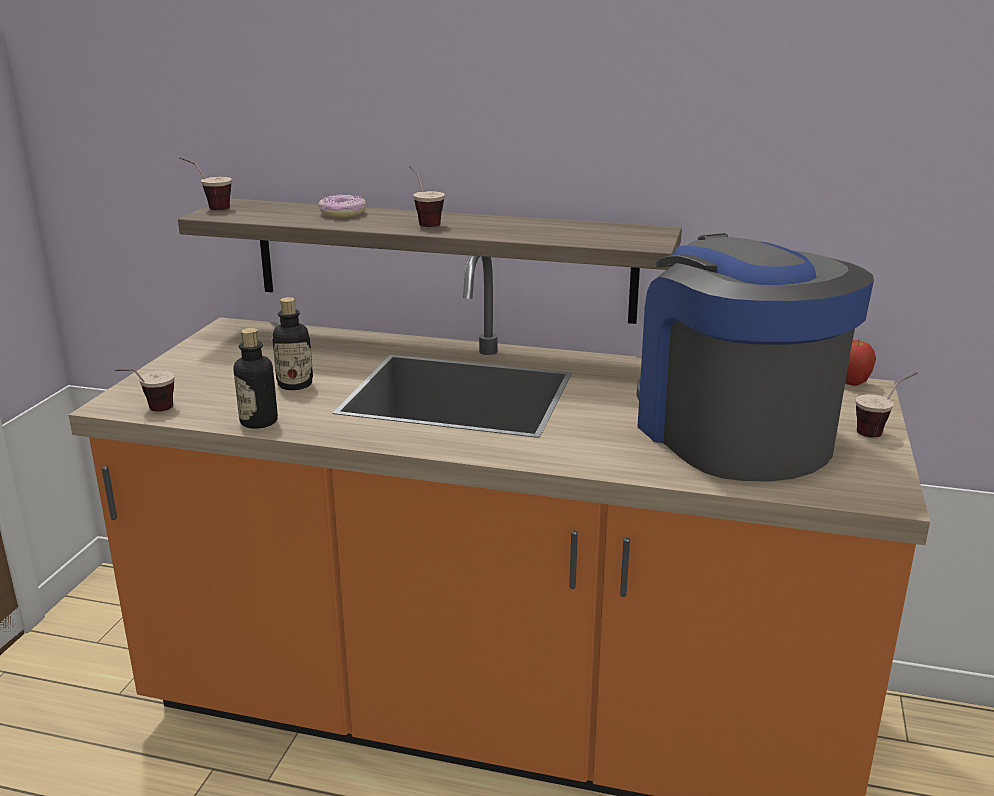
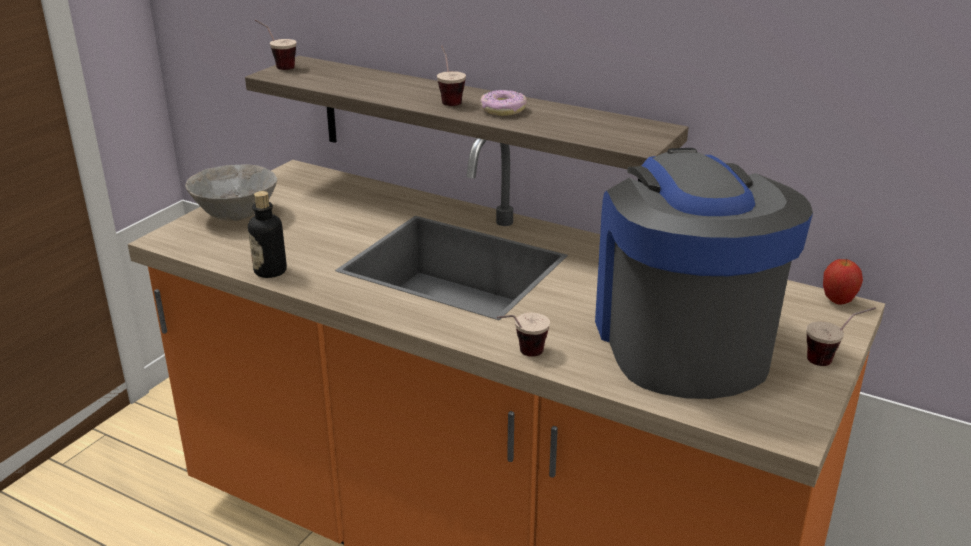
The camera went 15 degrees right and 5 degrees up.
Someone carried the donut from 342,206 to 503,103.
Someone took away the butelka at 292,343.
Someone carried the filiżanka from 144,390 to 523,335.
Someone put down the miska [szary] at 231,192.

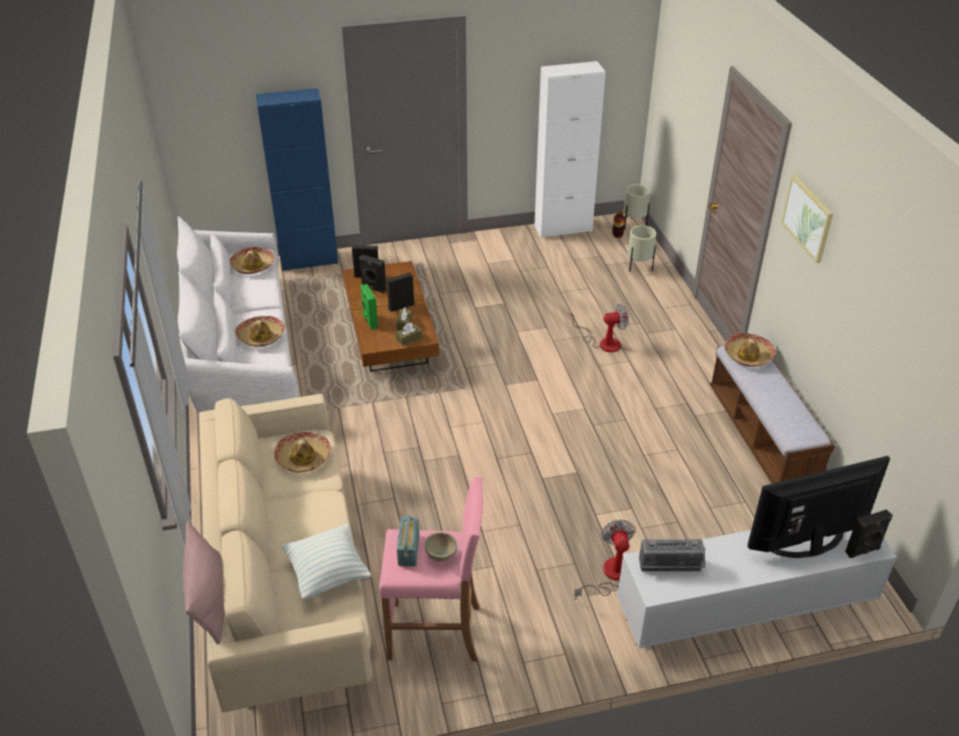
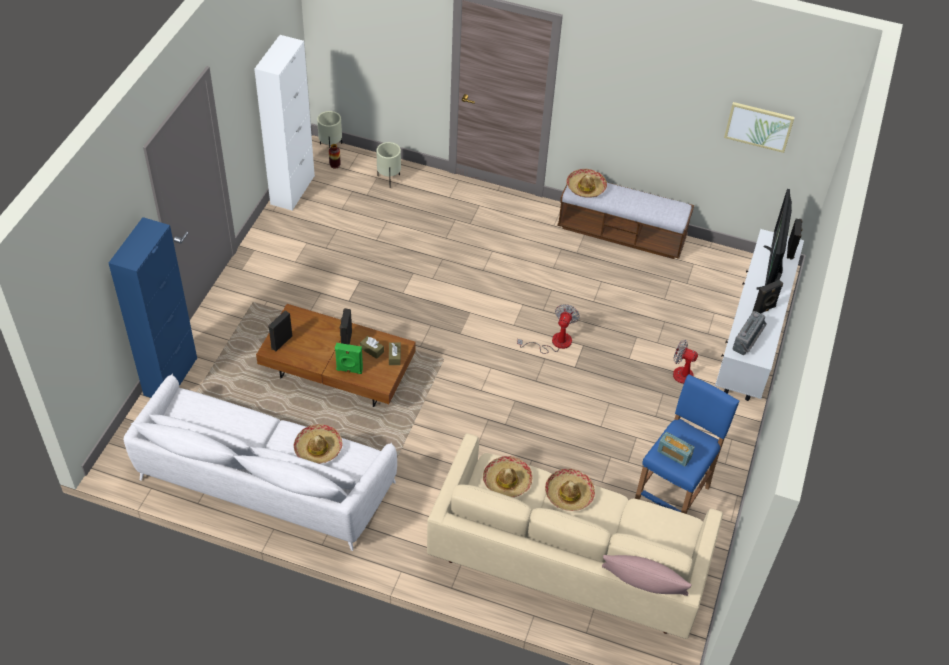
The camera went 60 degrees left and 10 degrees up.
Someone carried the obraz from 807,219 to 759,127.
Someone carried the kapelusz from 252,260 to 570,490.
Someone carried the głośnik [czarny] from 372,273 to 768,297.
Someone carried the wentylator from 599,328 to 548,329.
Someone repainted the stołek [różowy] at 431,569, which became the stołek [niebieski] at 687,444.
Someone took away the poduszka at 326,561.
Someone took away the miska [beżowy] at 441,547.

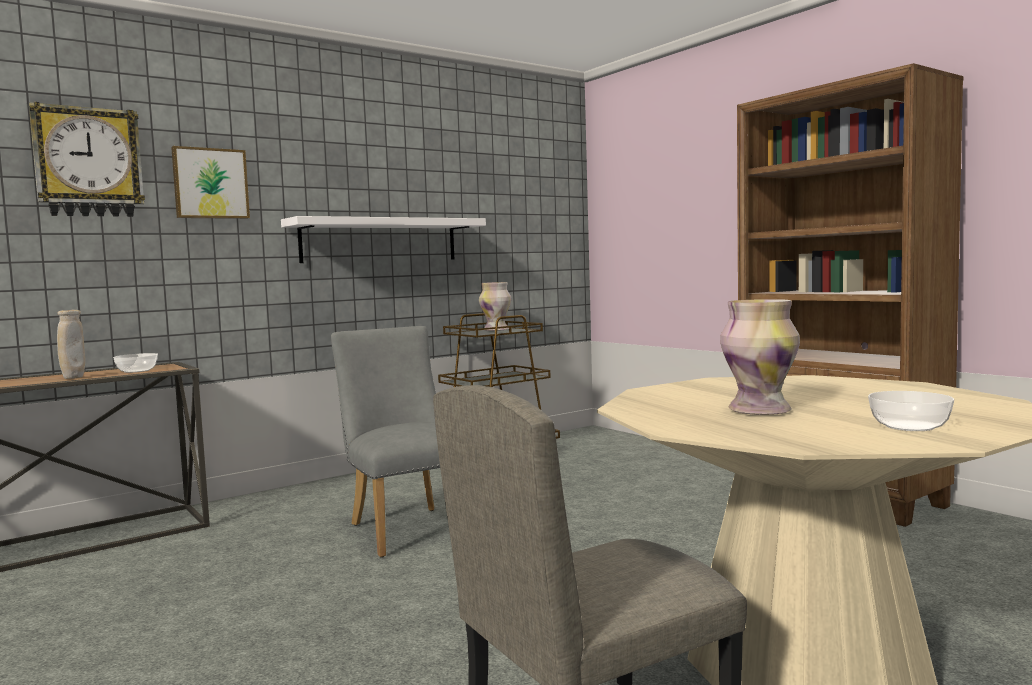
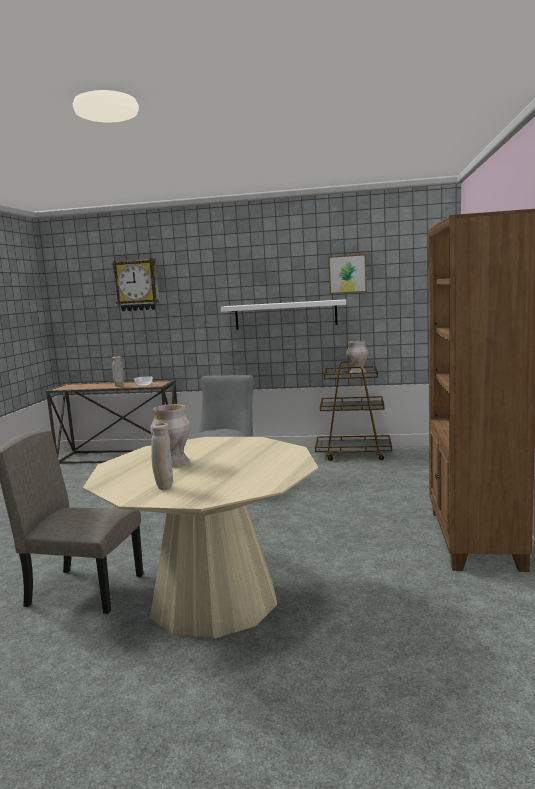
The camera went 45 degrees right and 5 degrees up.
Someone carried the obraz from 210,182 to 347,274.
Someone swapped the miska at 911,411 for the wazon [beżowy] at 162,456.

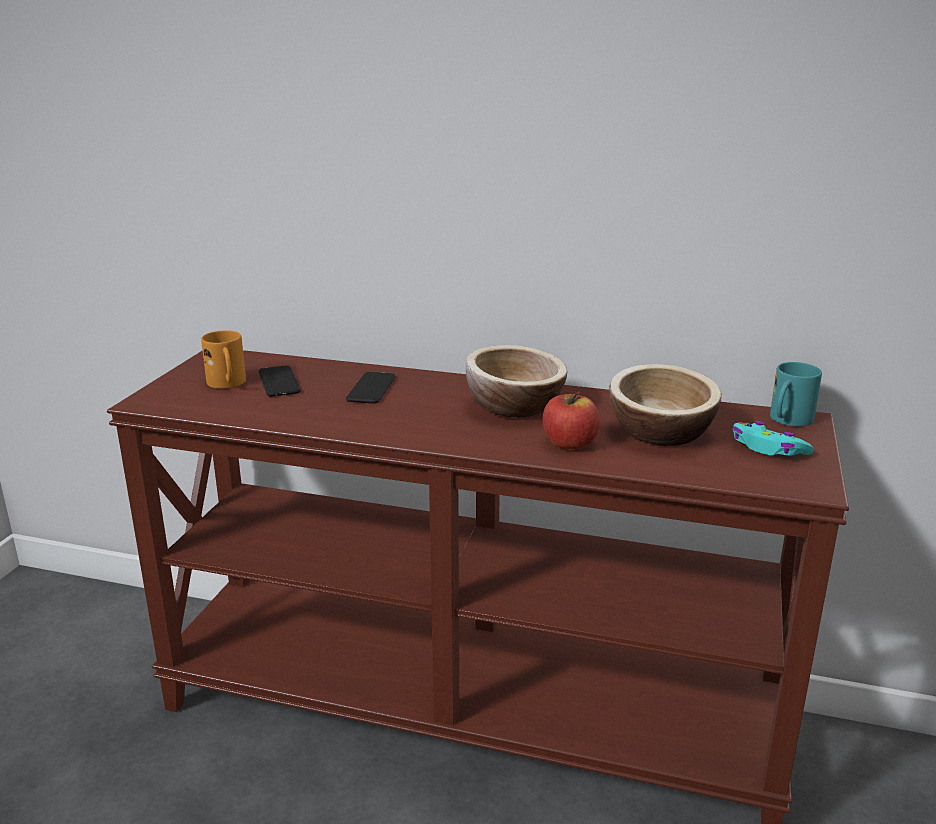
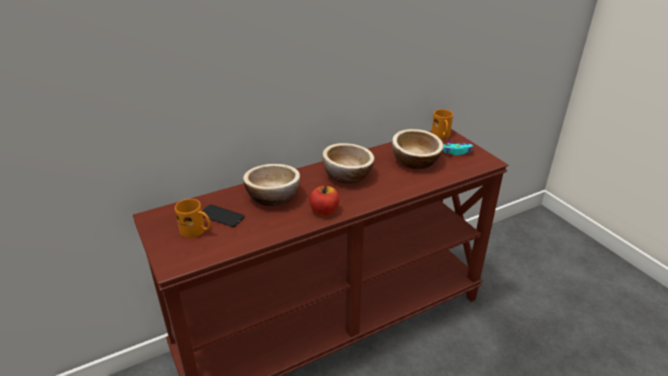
The camera went 45 degrees left and 10 degrees up.
Someone repainted the kubek [turkusowy] at 796,394, which became the kubek [pomarańczowy] at 442,123.
Someone swapped the telefon at 371,388 for the miska at 271,185.
Someone carried the jabłko from 571,420 to 324,200.

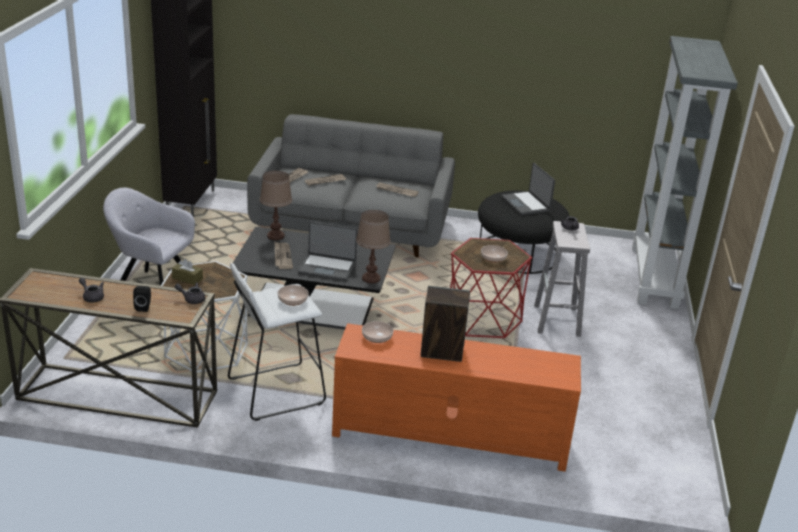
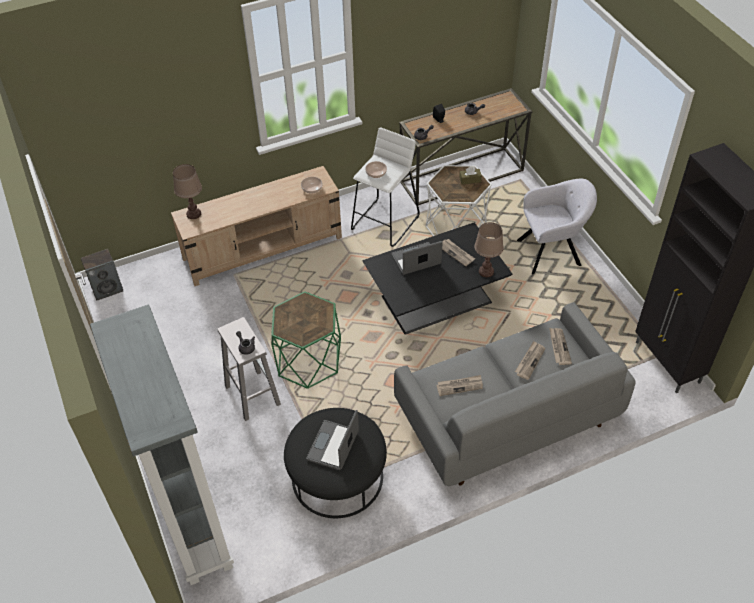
The camera went 150 degrees right and 20 degrees up.
Someone rotated the laptop at 528,189 by 105 degrees counterclockwise.
Someone carried the lampa stołowa [brązowy] from 373,246 to 187,191.
Someone repainted the stolik [czerwony] at 491,288, which became the stolik [zielony] at 306,340.
Someone took away the miska at 494,254.
Someone carried the głośnik from 445,324 to 102,274.
Someone repainted the szafka pod telewizor [pomarańczowy] at 456,397, which became the szafka pod telewizor [beżowy] at 256,226.

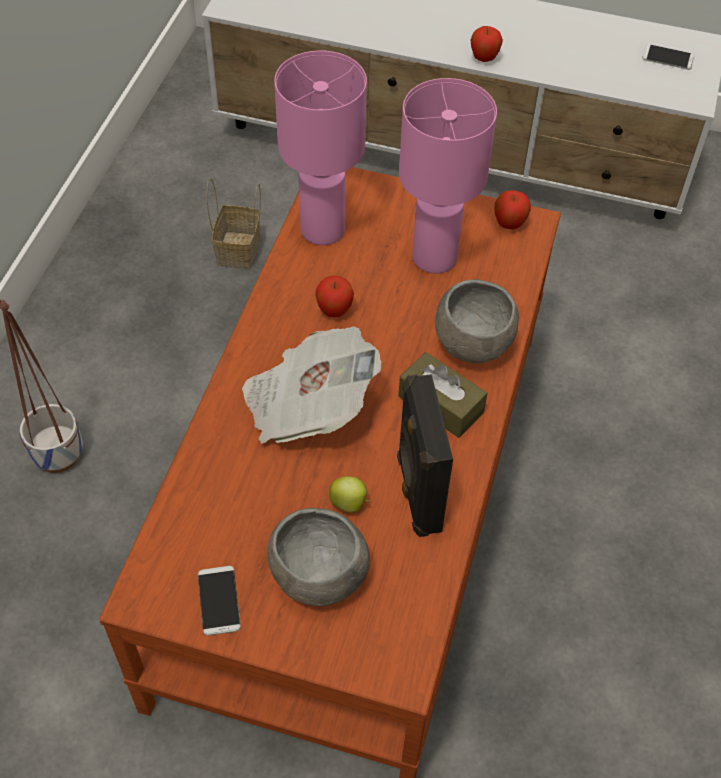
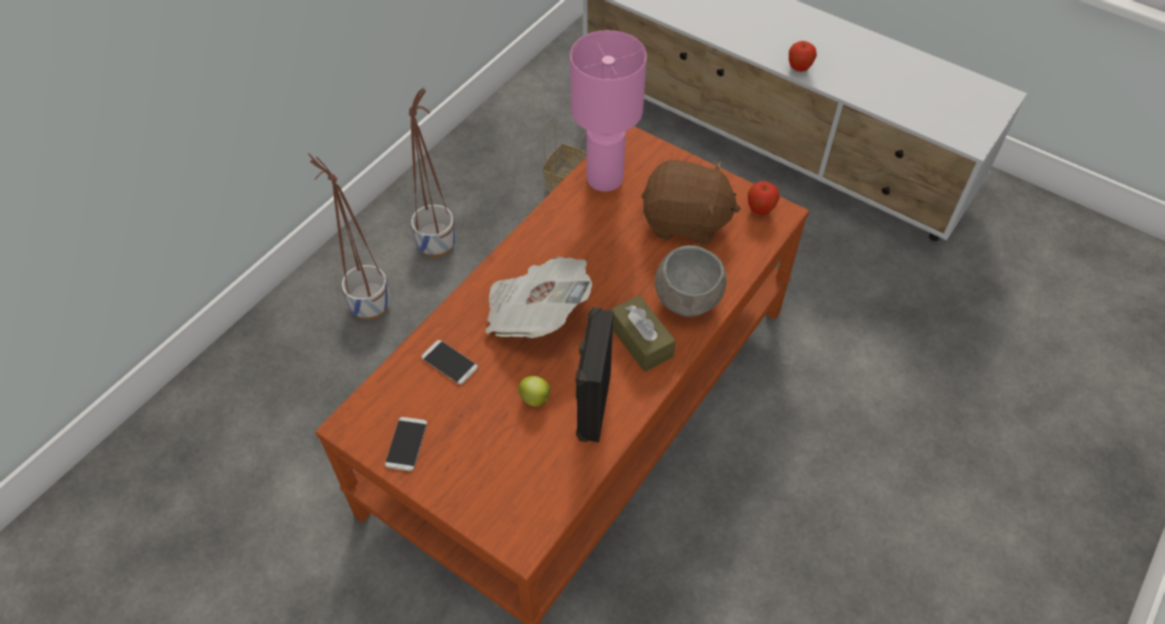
The camera went 20 degrees right and 0 degrees up.
Someone carried the telefon from 668,57 to 450,362.
Someone swapped the lampa stołowa [różowy] at 448,176 for the pluszak [brązowy] at 691,202.
Someone took away the jabłko at 334,296.
Someone took away the miska [szary] at 318,557.
Someone put down the donica at 432,172.

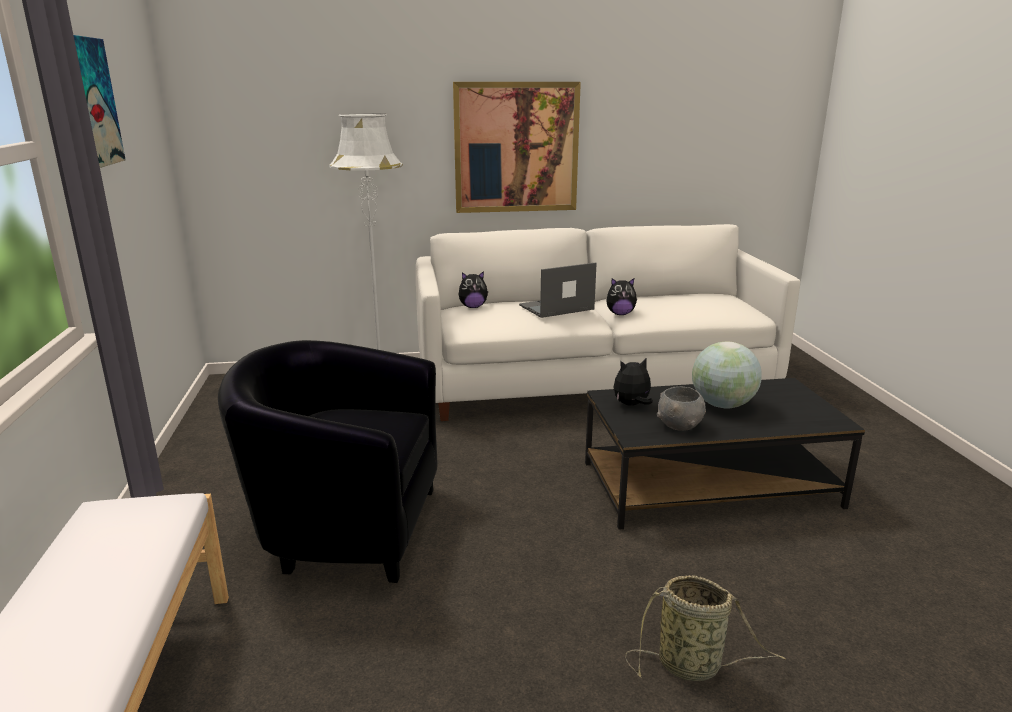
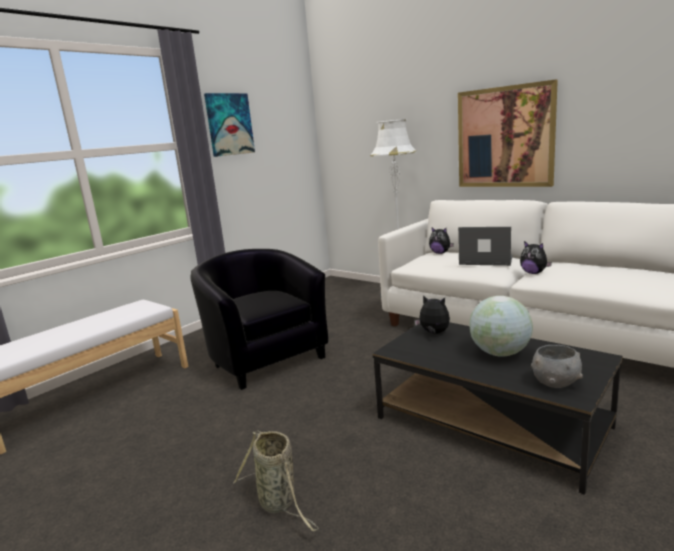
The camera went 50 degrees right and 5 degrees down.
Someone carried the miska [szary] from 681,408 to 557,366.

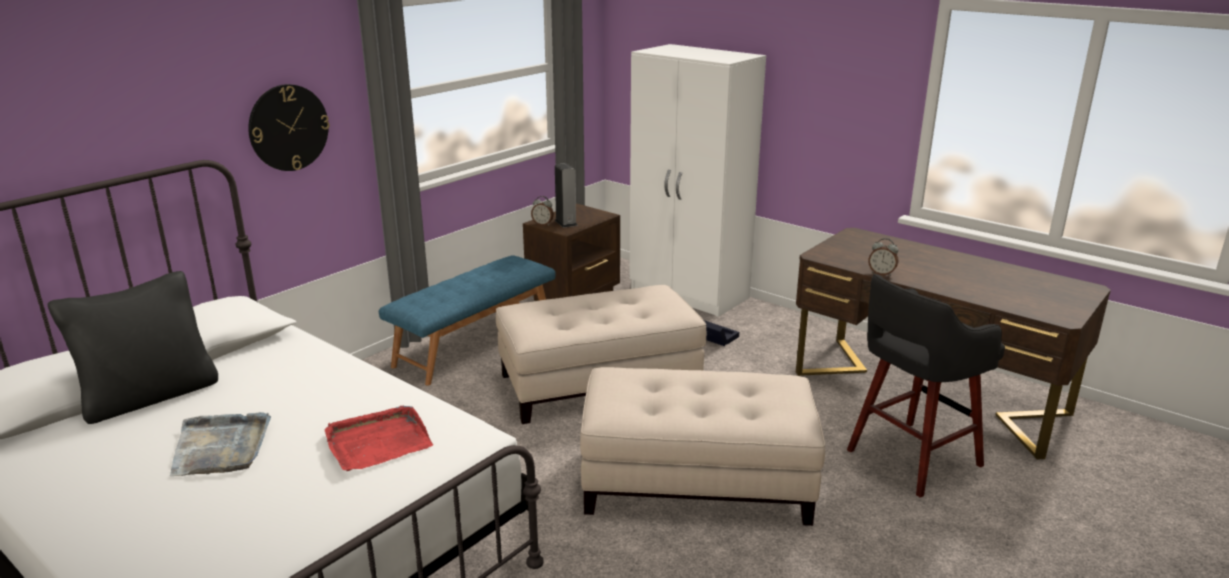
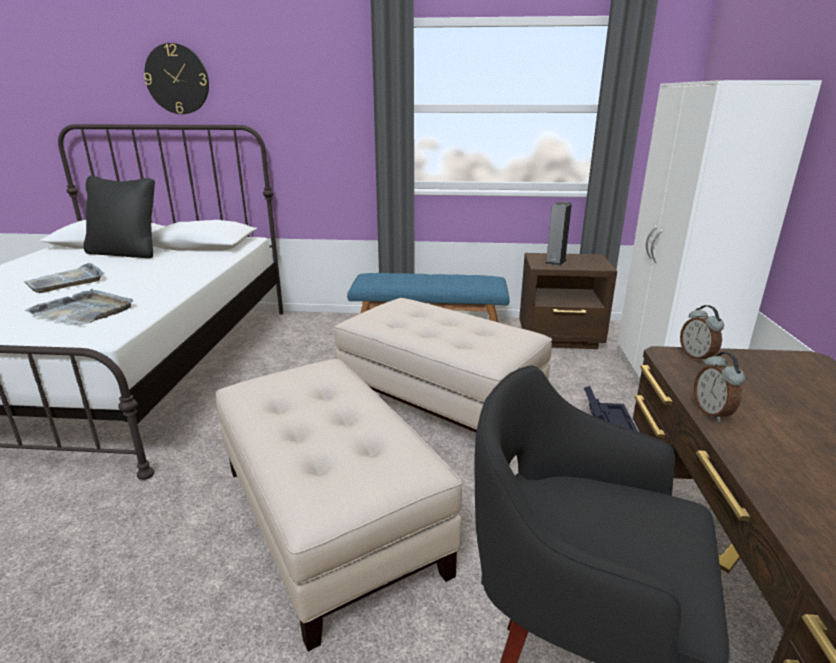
The camera went 55 degrees right and 0 degrees up.
Someone carried the zegar ścienny from 289,127 to 176,78.
Someone carried the budzik from 542,211 to 702,334.
Someone repainted the taca [czerwony] at 379,438, which became the taca [szary] at 79,307.

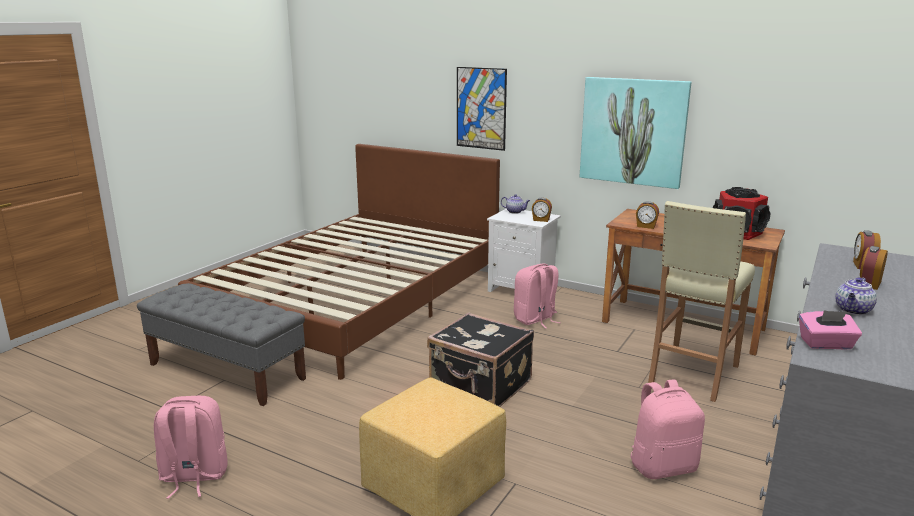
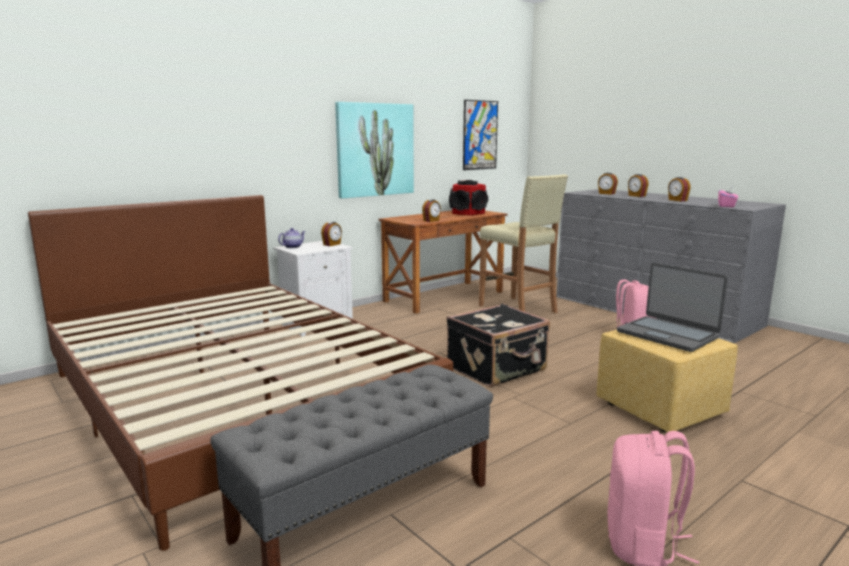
The camera went 70 degrees left and 5 degrees down.
Someone carried the obraz from 482,109 to 480,135.
Someone took away the plecak [różowy] at 537,296.
Someone swapped the imbryk at 856,296 for the budzik at 679,189.
Someone put down the laptop at 672,307.

